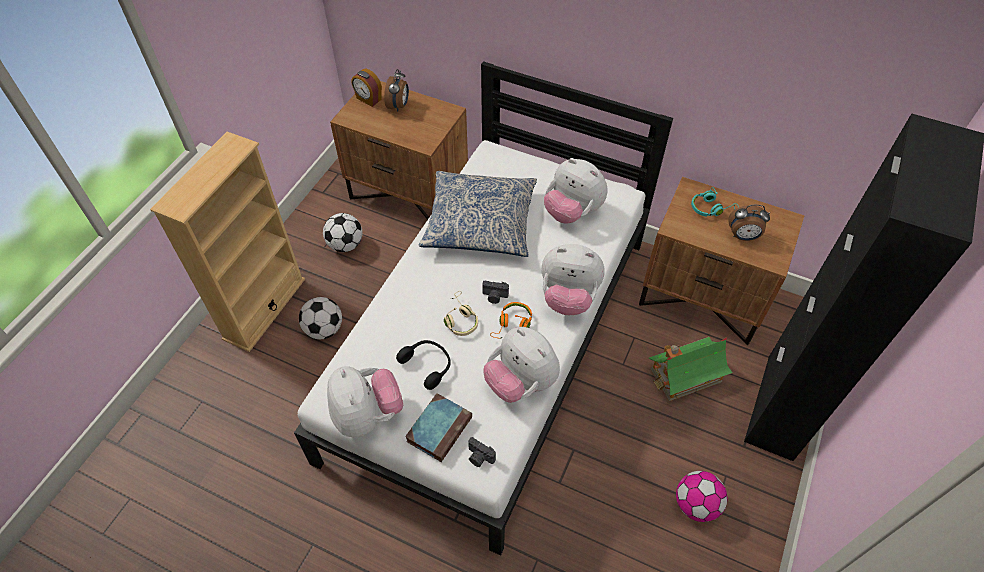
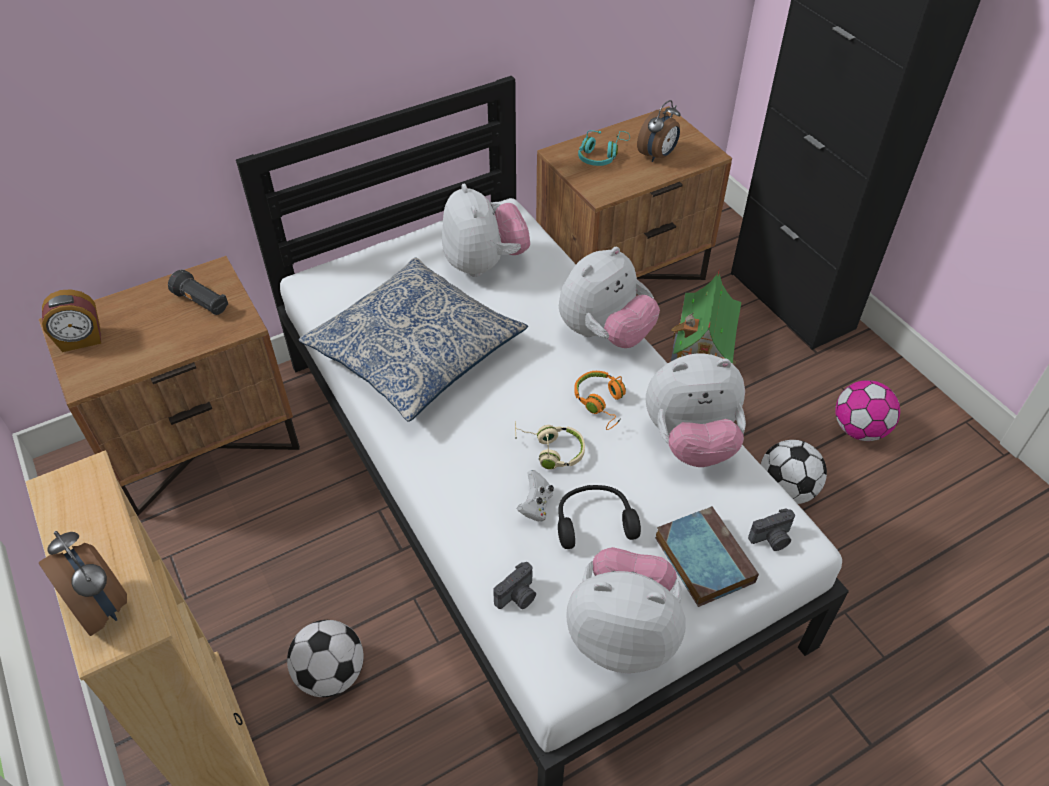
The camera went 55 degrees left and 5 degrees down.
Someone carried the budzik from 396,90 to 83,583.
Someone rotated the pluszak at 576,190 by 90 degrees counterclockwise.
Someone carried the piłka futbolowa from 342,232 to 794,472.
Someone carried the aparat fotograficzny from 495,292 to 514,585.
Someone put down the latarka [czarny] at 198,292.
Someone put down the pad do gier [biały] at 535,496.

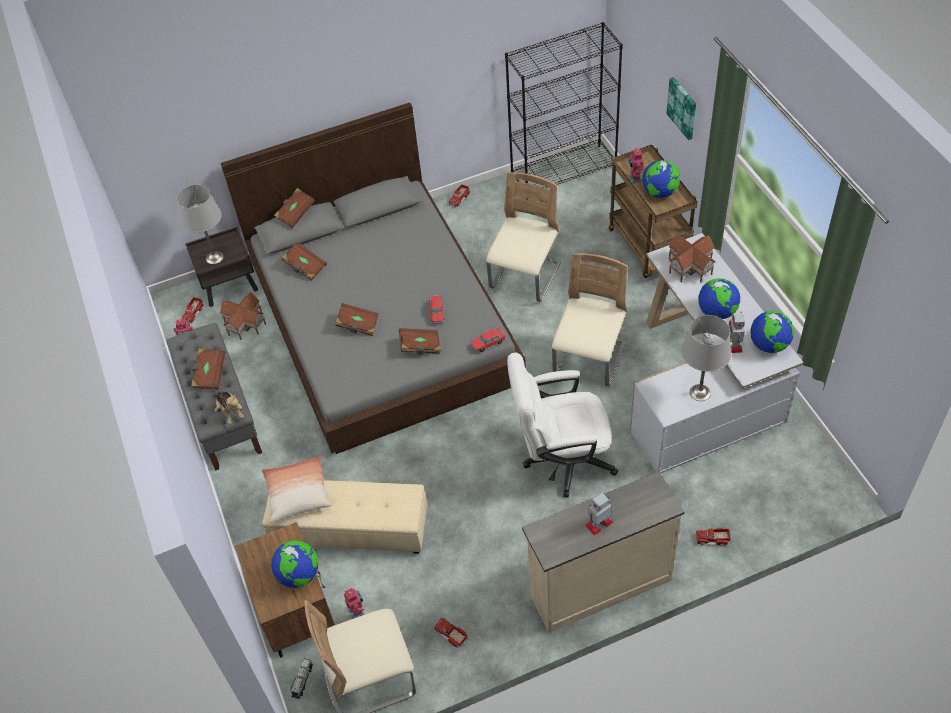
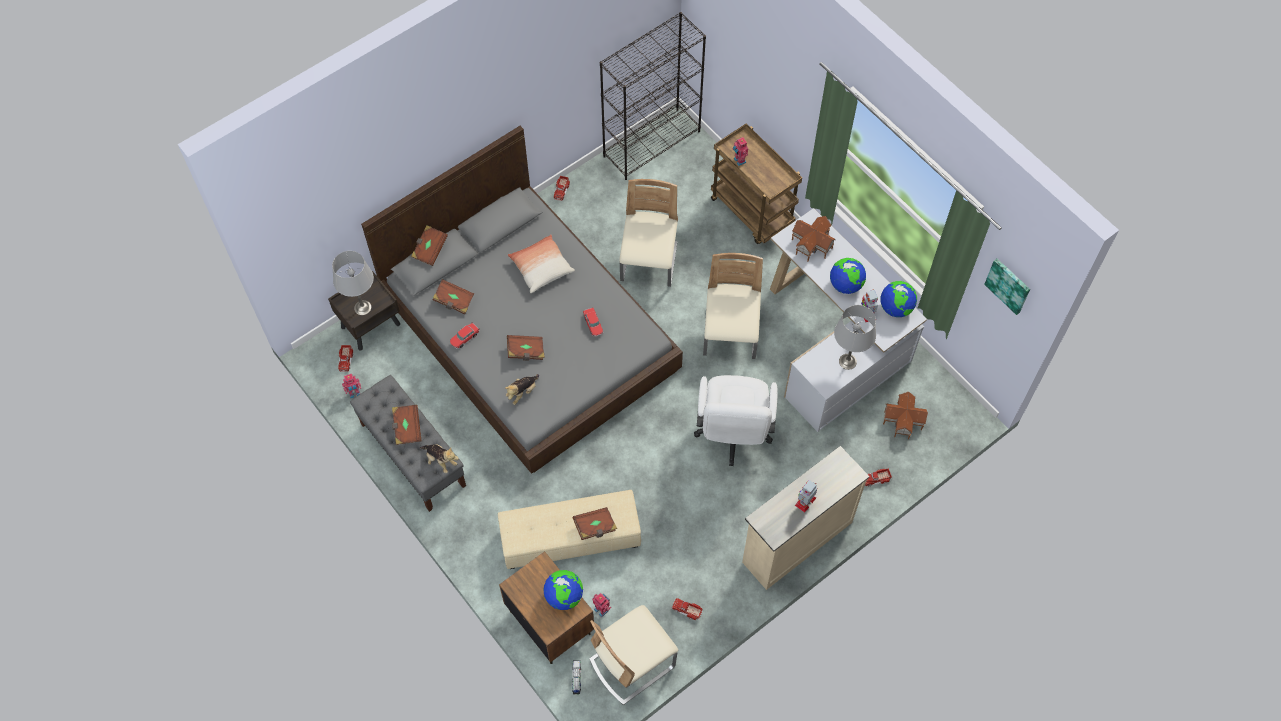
The camera went 20 degrees left and 10 degrees up.
Someone carried the obraz from 681,108 to 1007,287.
Someone took away the globus at 661,179.
Someone carried the domek from 243,316 to 905,415.
Someone carried the książka [brązowy] from 420,341 to 595,523.
Someone carried the samochodzik from 488,340 to 464,335.
Someone rotated the krzesło biurowe [biały] at 562,424 by 60 degrees counterclockwise.
Someone carried the poduszka from 297,489 to 541,263.
Someone put down the pluszak at 522,389.

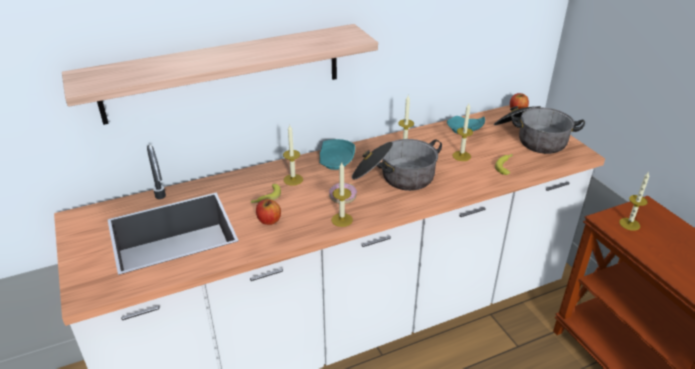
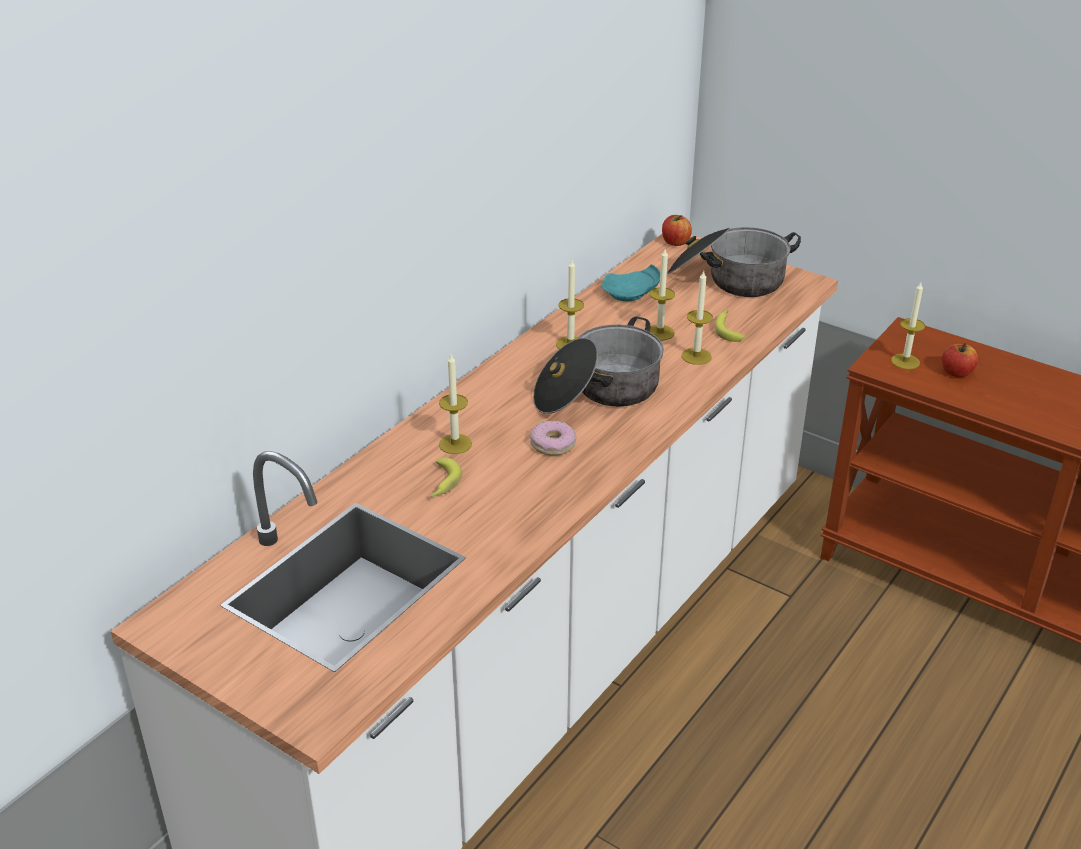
The camera went 30 degrees left and 0 degrees up.
Someone took away the półka at 220,74.
Someone took away the talerz [turkusowy] at 337,154.
Someone carried the świeca from 342,195 to 697,318.
Someone carried the jabłko from 268,212 to 960,360.

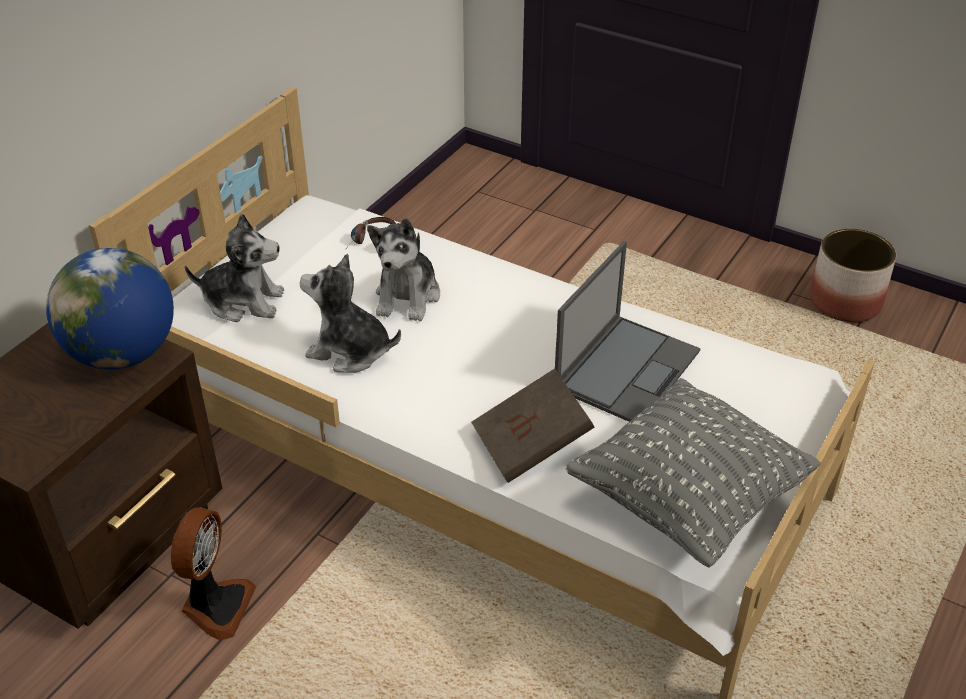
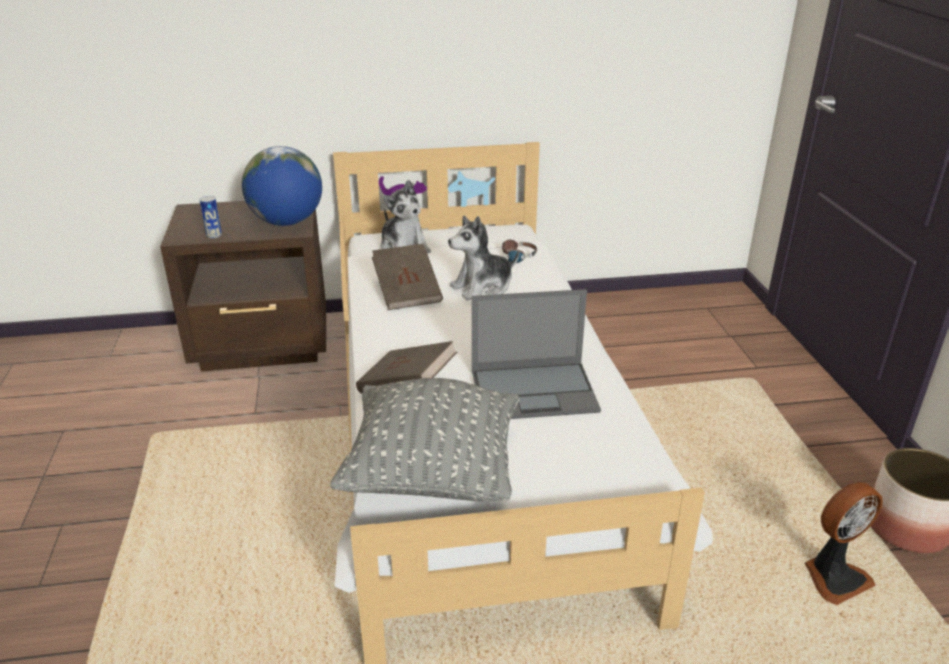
The camera went 50 degrees right and 10 degrees down.
Someone swapped the pluszak at 350,313 for the książka [brązowy] at 407,277.
Someone carried the wentylator from 214,573 to 844,543.
Someone put down the puszka at 211,217.

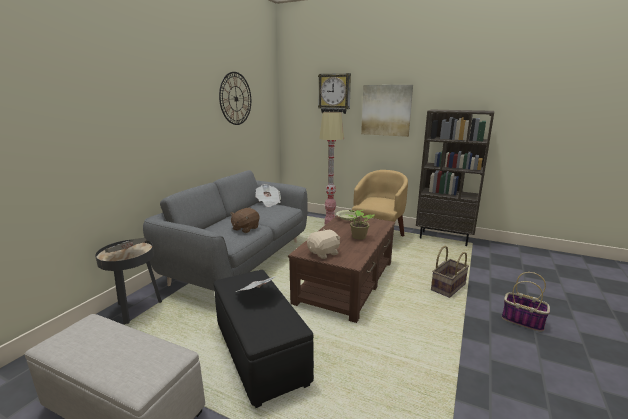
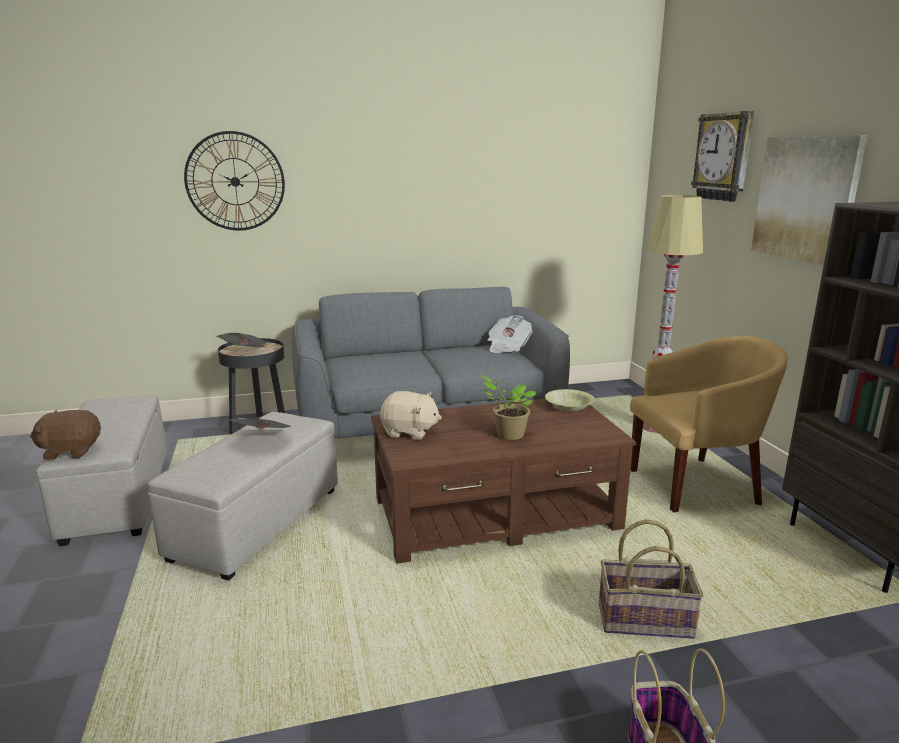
The camera went 50 degrees right and 0 degrees up.
Someone carried the zegar ścienny from 235,98 to 234,181.
Someone carried the pluszak [brązowy] from 245,220 to 65,435.
Someone repainted the pufa [czarny] at 264,339, which became the pufa [beżowy] at 243,496.

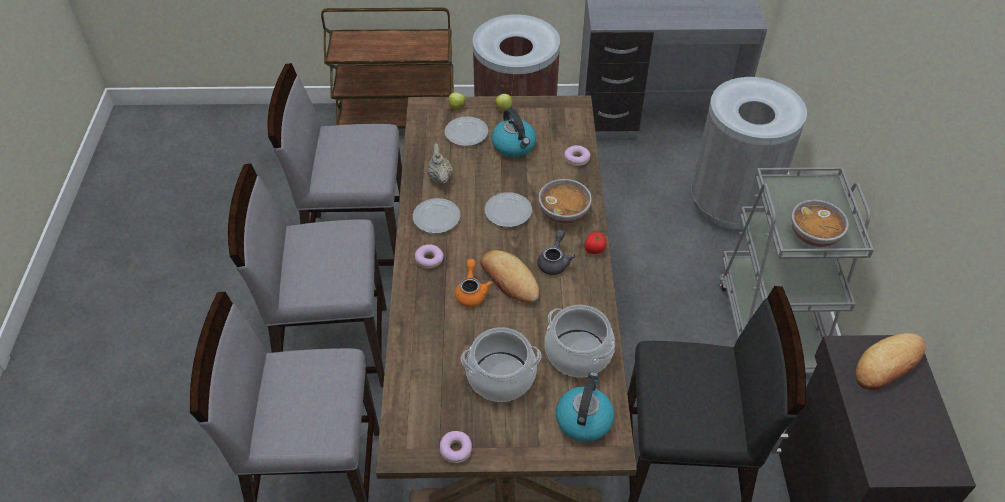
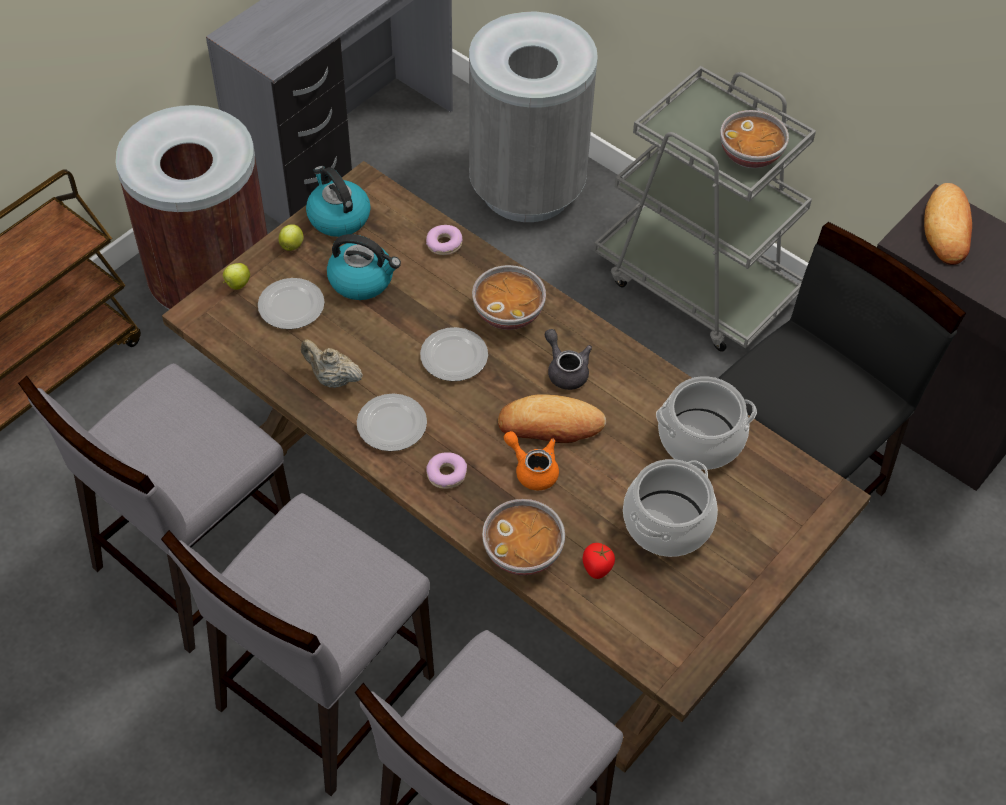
The camera went 50 degrees left and 5 degrees up.
Someone carried the pomidor from 595,243 to 599,561.
Someone carried the czajnik from 585,407 to 338,201.
Someone took away the donut at 456,447.
Someone put down the miska at 523,537.

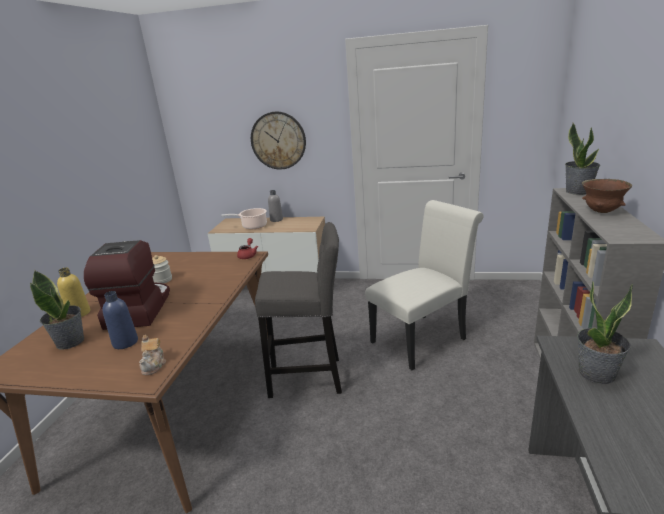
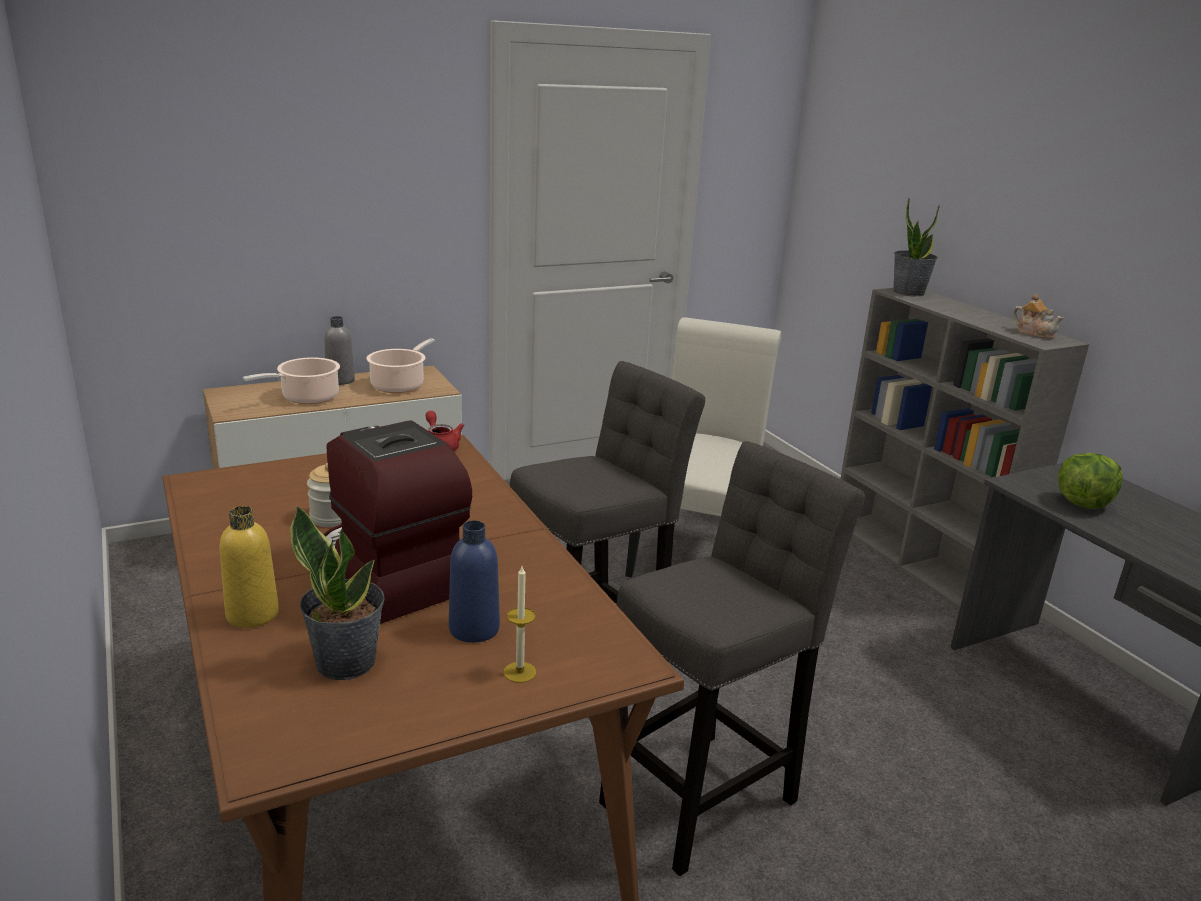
The camera went 40 degrees left and 0 degrees up.
Someone took away the zegar ścienny at 278,140.
Someone took away the miska [brązowy] at 607,196.
Someone swapped the roślina doniczkowa at 605,332 for the sałata at 1090,481.
Someone carried the imbryk from 152,355 to 1038,316.
Someone put down the garnek at 401,365.
Someone put down the stołek [szary] at 732,658.
Someone put down the świeca at 519,624.

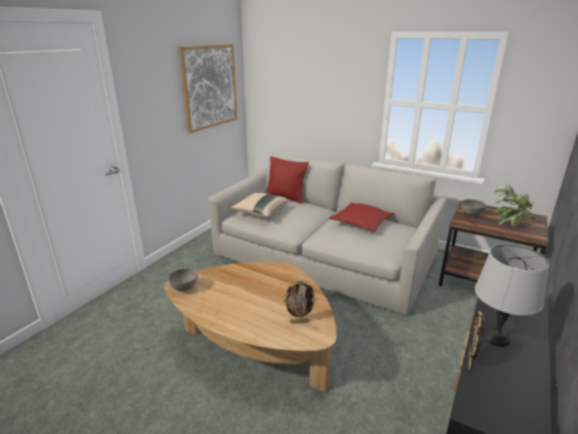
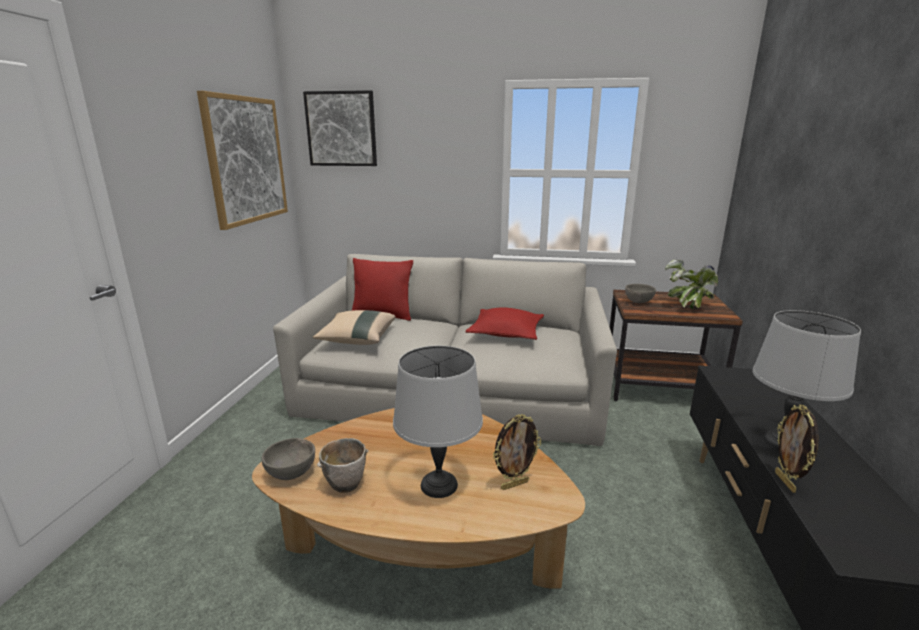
The camera went 20 degrees left and 5 degrees down.
Someone put up the obraz at 340,128.
Someone put down the lampa stołowa [szary] at 438,422.
Someone put down the miska at 343,465.

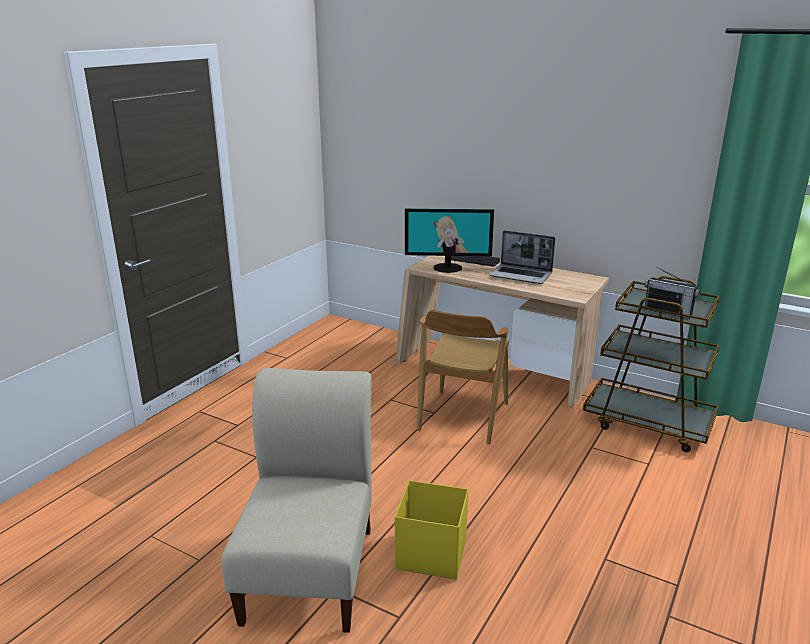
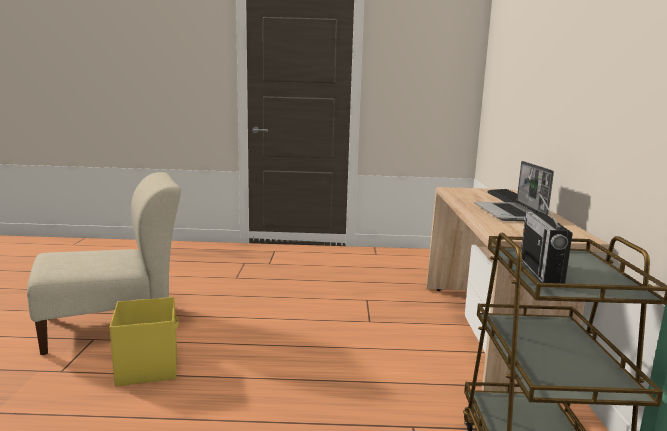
The camera went 60 degrees right and 10 degrees down.
Someone took away the monitor at 449,240.
Someone took away the krzesło [brązowy] at 463,377.

